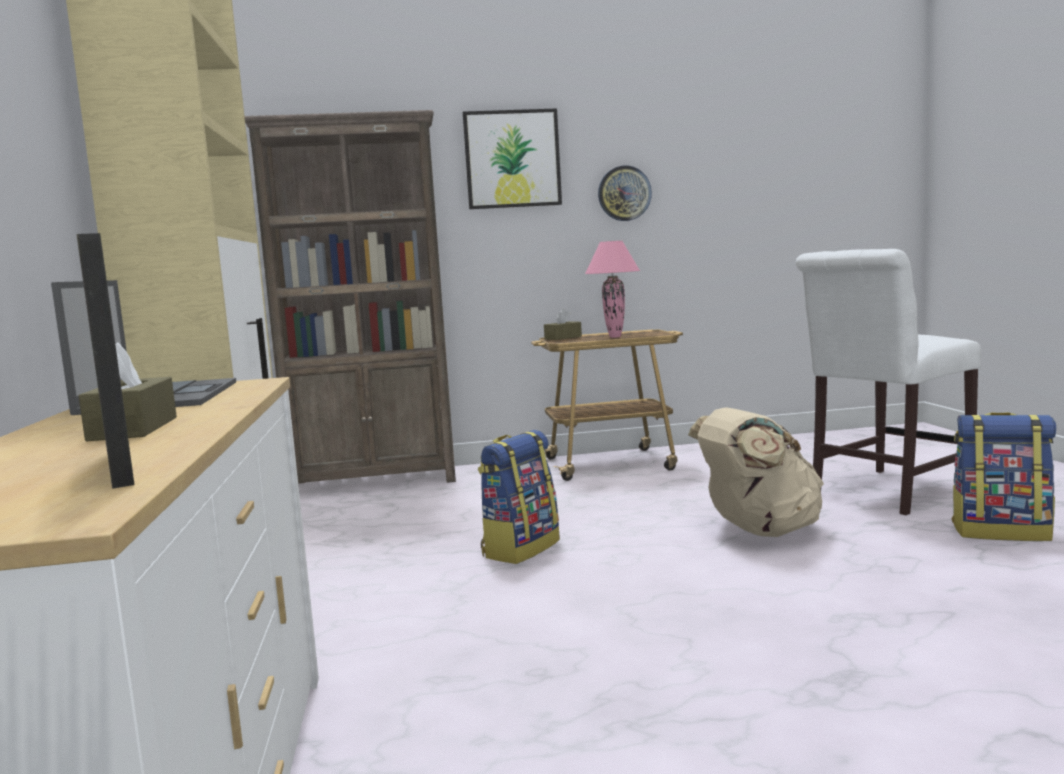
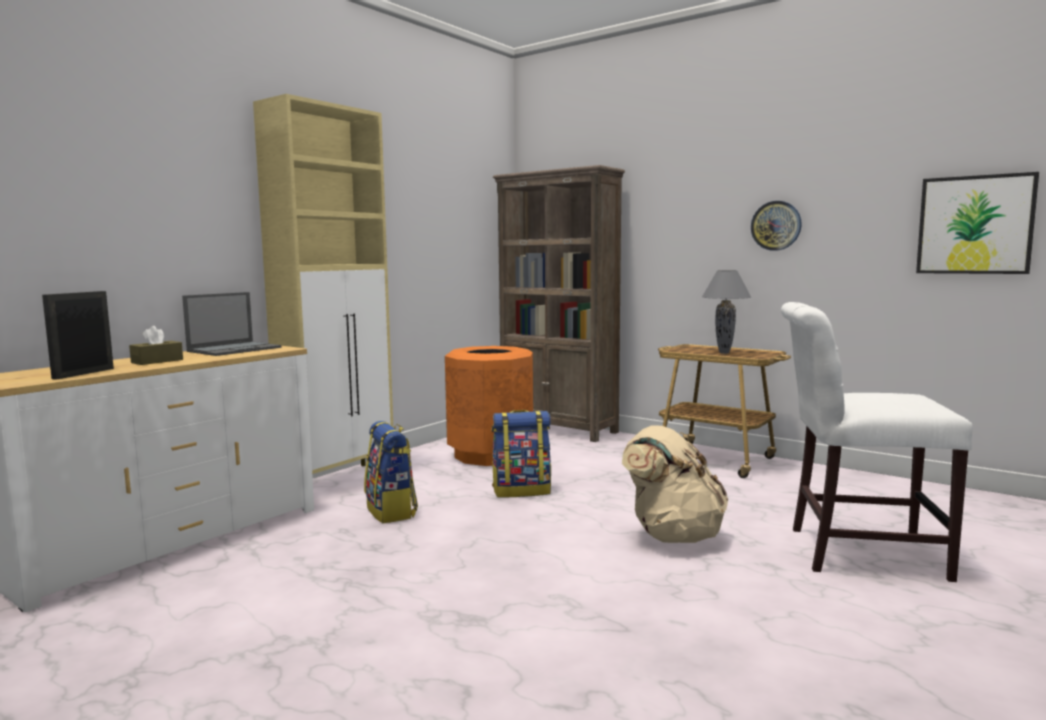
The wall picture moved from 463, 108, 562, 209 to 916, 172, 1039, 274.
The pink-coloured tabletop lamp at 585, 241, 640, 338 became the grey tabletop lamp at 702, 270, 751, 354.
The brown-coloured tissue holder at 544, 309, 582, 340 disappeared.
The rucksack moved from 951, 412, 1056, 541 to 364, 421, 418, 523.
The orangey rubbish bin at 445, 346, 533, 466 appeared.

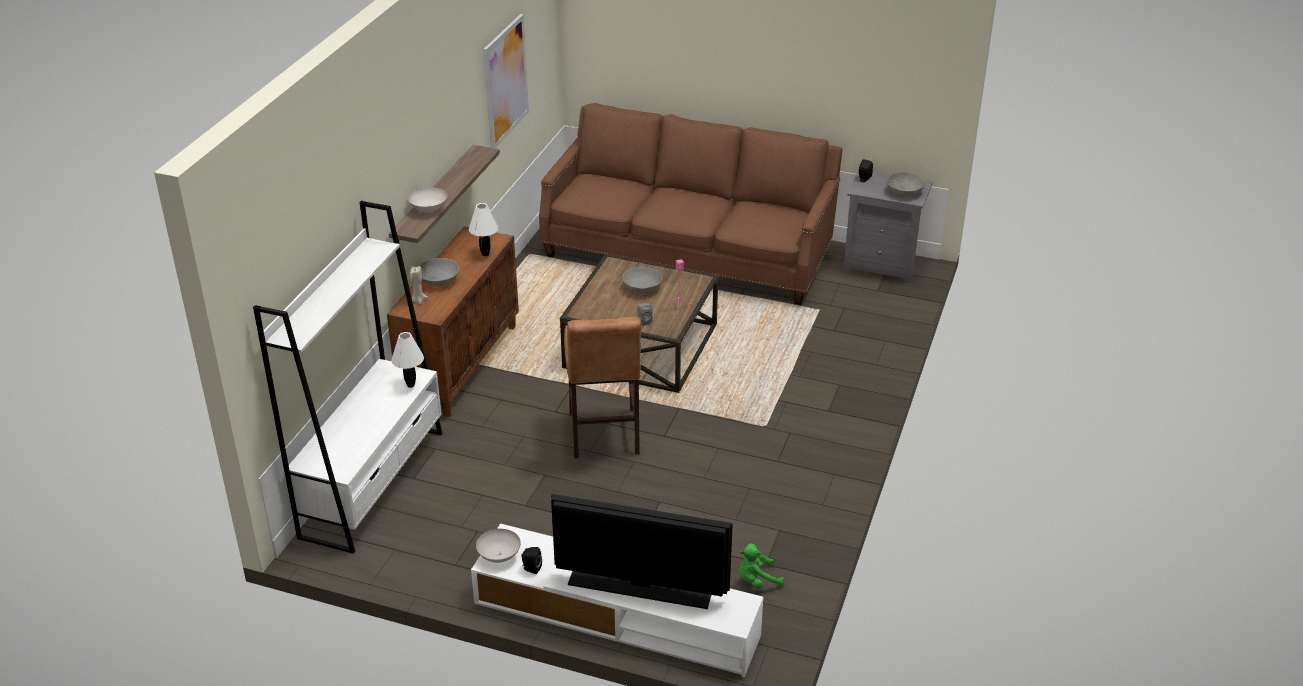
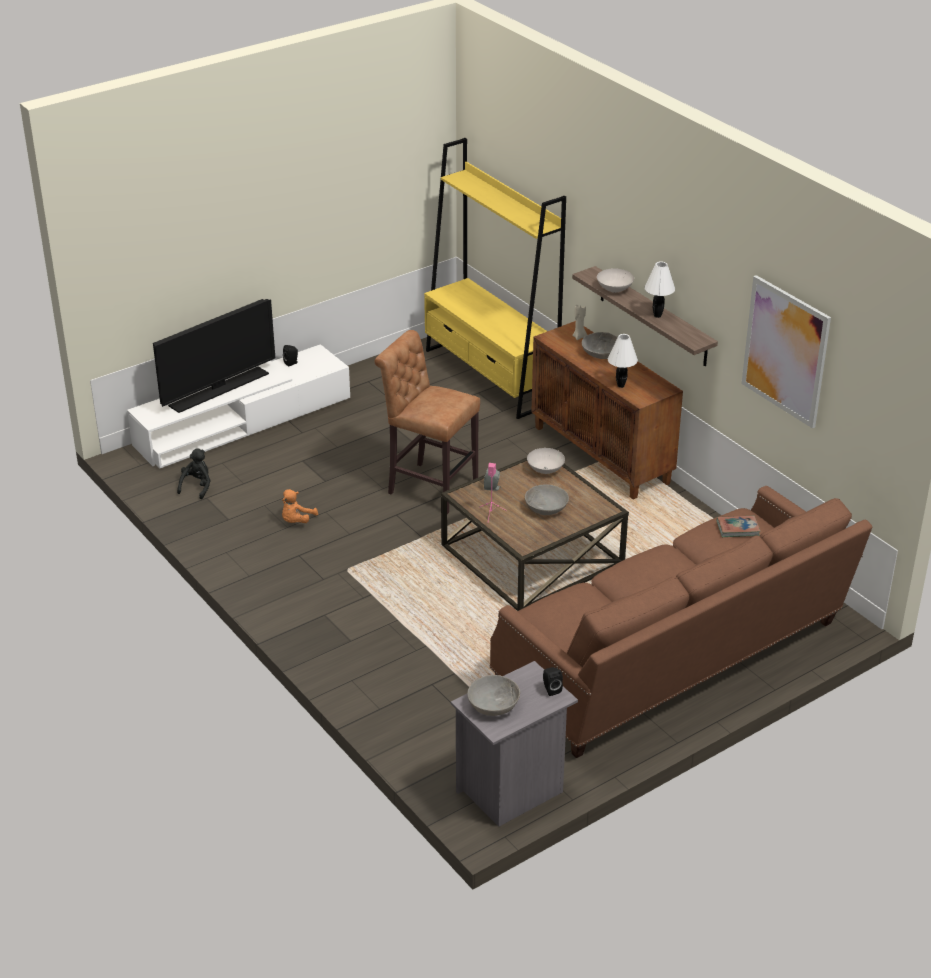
The white bookshelf at 253, 201, 442, 554 became the yellow bookshelf at 424, 138, 566, 419.
The white tabletop lamp moved from 391, 332, 424, 388 to 644, 261, 675, 318.
The white serving bowl moved from 476, 529, 521, 563 to 527, 448, 565, 474.
The green plush toy at 739, 544, 785, 589 became the blackish plush toy at 177, 448, 210, 499.
The orangey plush toy at 282, 489, 318, 523 appeared.
The volume at 717, 515, 760, 537 appeared.

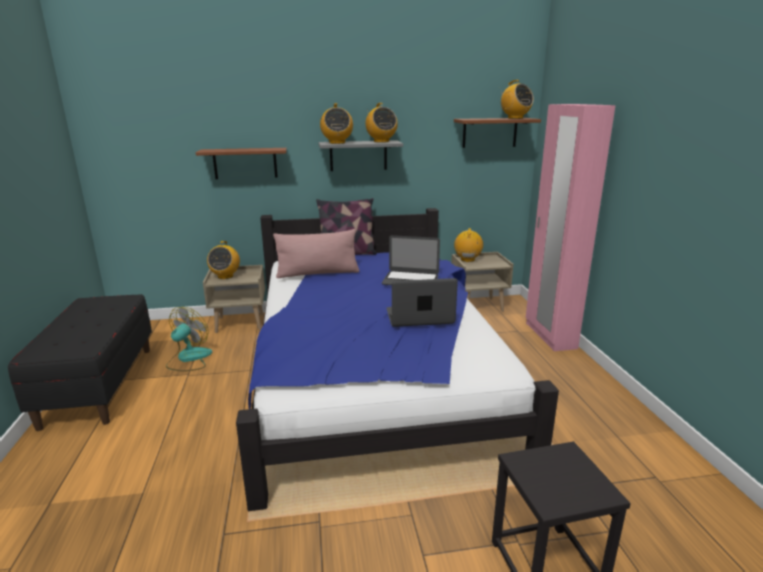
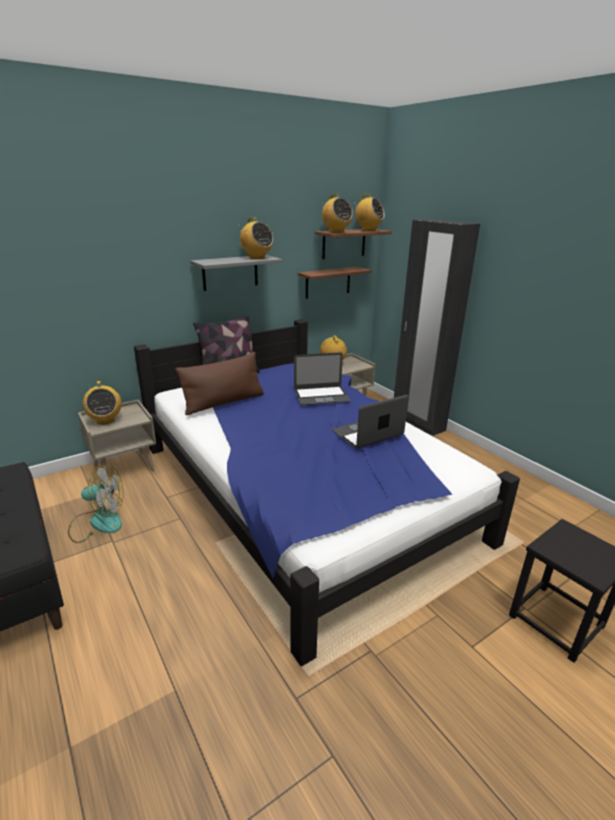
The radio set moved from 320, 103, 353, 144 to 322, 194, 353, 233.
The pink-coloured wardrobe at 526, 104, 616, 351 became the blackish wardrobe at 394, 219, 480, 436.
The brown-coloured shelf moved from 196, 148, 287, 179 to 298, 267, 372, 299.
The pink-coloured cushion at 273, 229, 359, 278 became the brown-coloured cushion at 176, 352, 264, 415.
The cooling fan at 166, 307, 212, 371 turned 90 degrees clockwise.

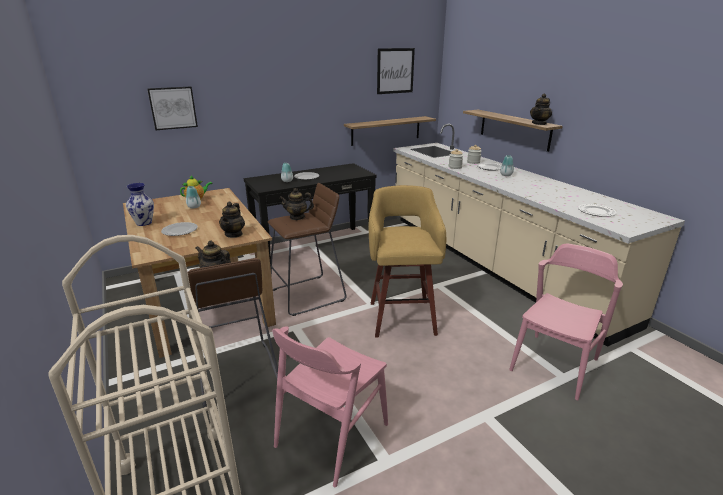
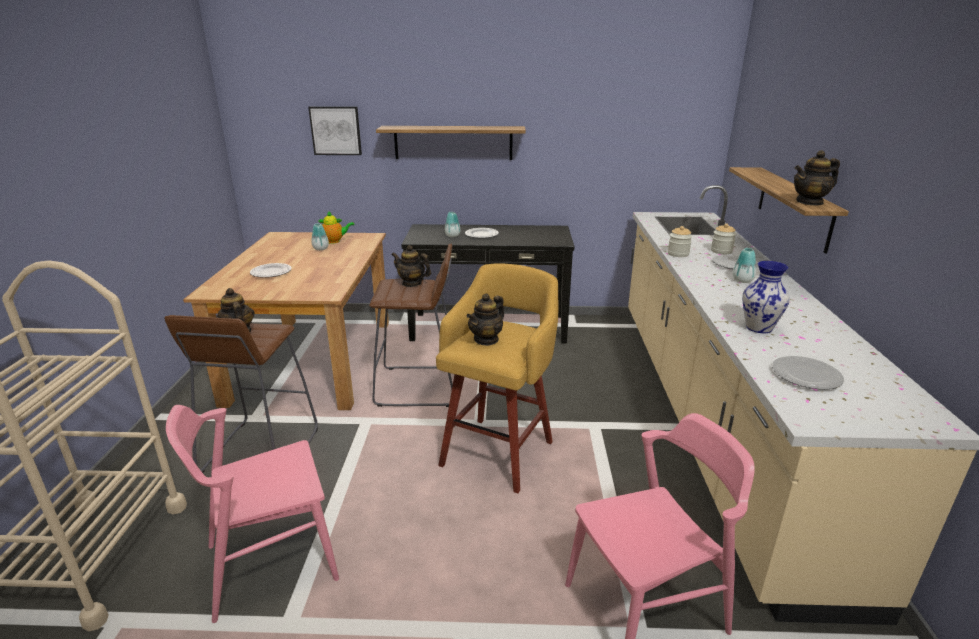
The wall picture at 377, 48, 415, 94 disappeared.
The shelf moved from 344, 116, 436, 146 to 376, 126, 526, 160.
The decorative vase moved from 126, 183, 154, 226 to 742, 261, 790, 333.
The tea pot moved from 219, 201, 245, 238 to 466, 293, 504, 346.

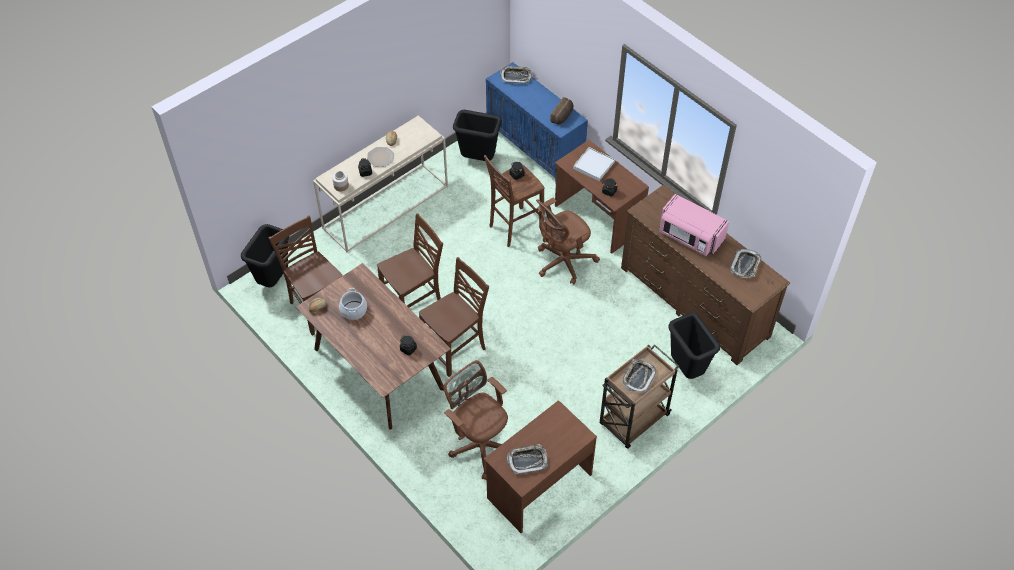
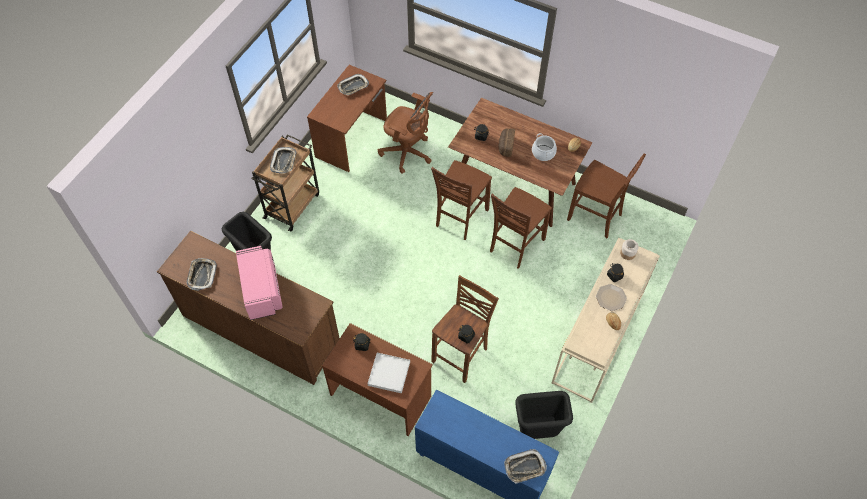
The baked bread moved from 550, 97, 573, 125 to 498, 128, 515, 157.
The pink-coloured microwave oven at 659, 194, 729, 256 turned 60 degrees clockwise.
The brown-coloured computer chair at 536, 198, 600, 285 disappeared.
The blackish rubbish bin at 241, 224, 289, 287 disappeared.

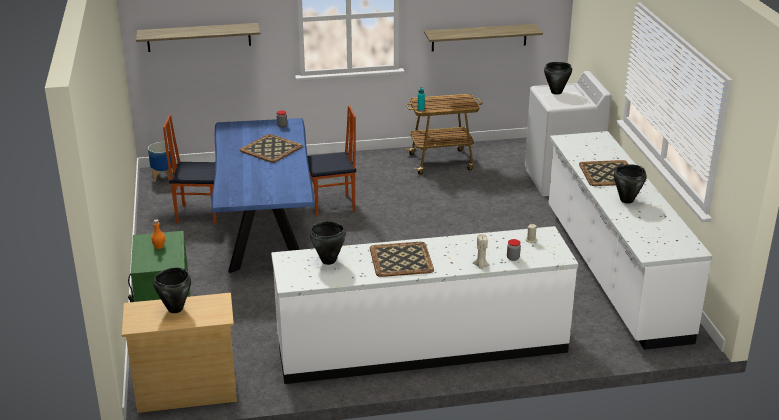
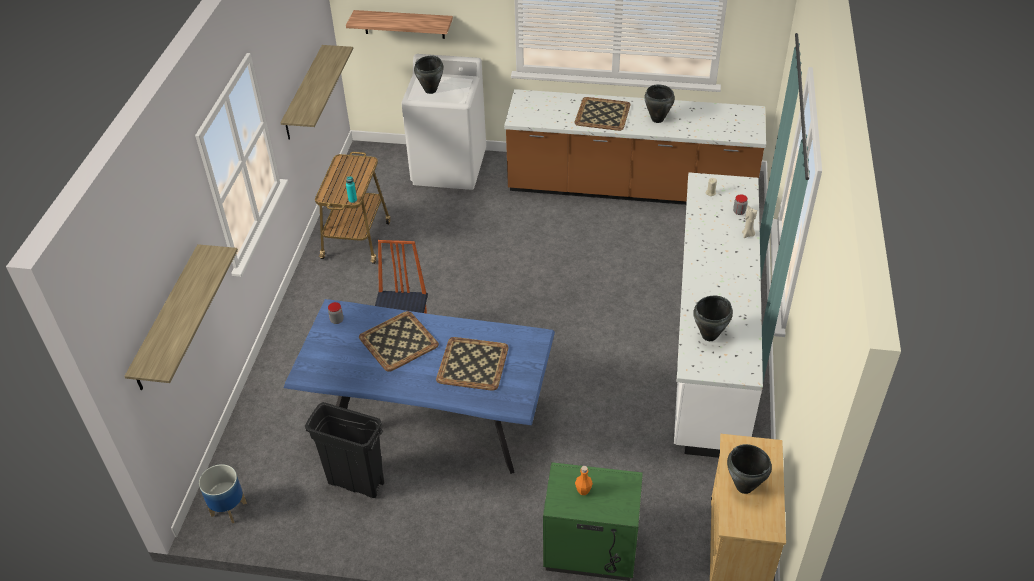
The plain chair at 163, 115, 217, 224 was replaced by the blackish rubbish bin at 305, 402, 384, 498.
The white kitchen base unit at 549, 131, 712, 350 became the brown-coloured kitchen base unit at 504, 89, 766, 205.
The carrying tray moved from 370, 242, 434, 277 to 436, 337, 509, 391.
The shelf at 346, 10, 453, 39 appeared.

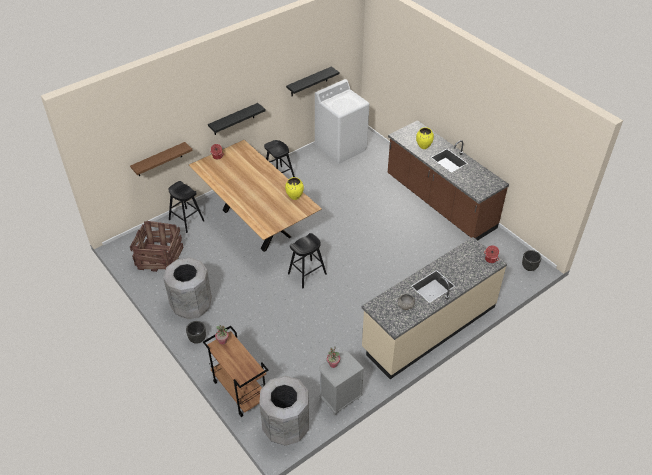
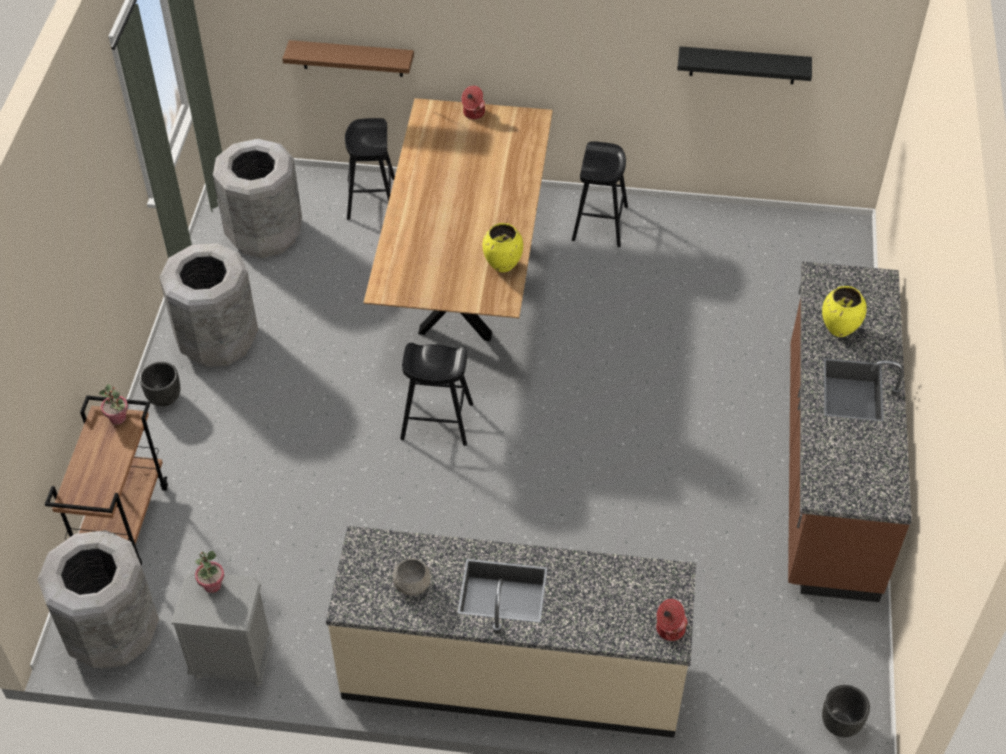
The white laundry machine at 315, 79, 369, 164 disappeared.
The blackish shelf at 208, 103, 266, 135 disappeared.
The packing crate at 130, 221, 183, 272 was replaced by the grey rubbish bin at 213, 139, 302, 258.

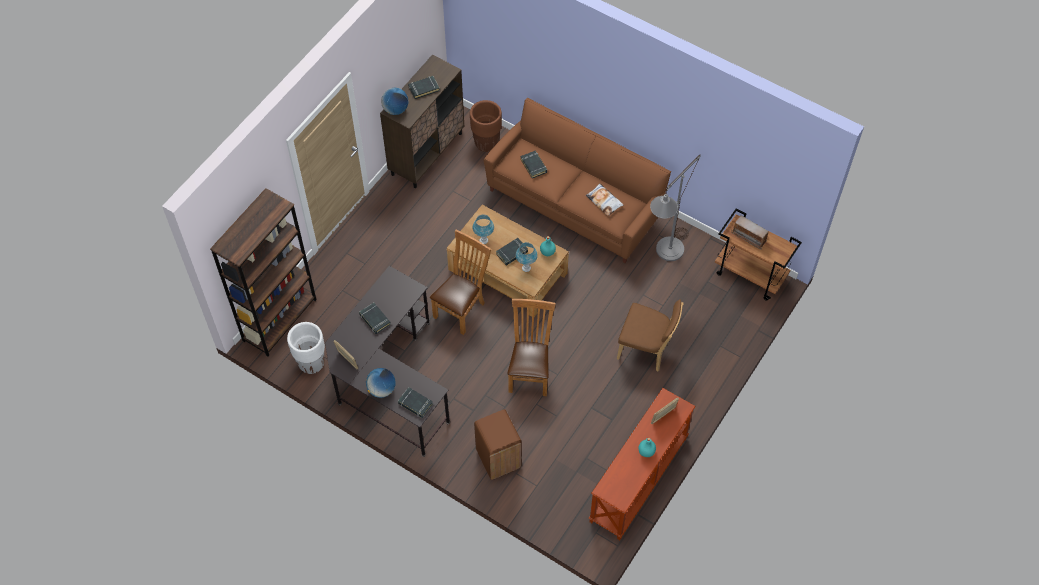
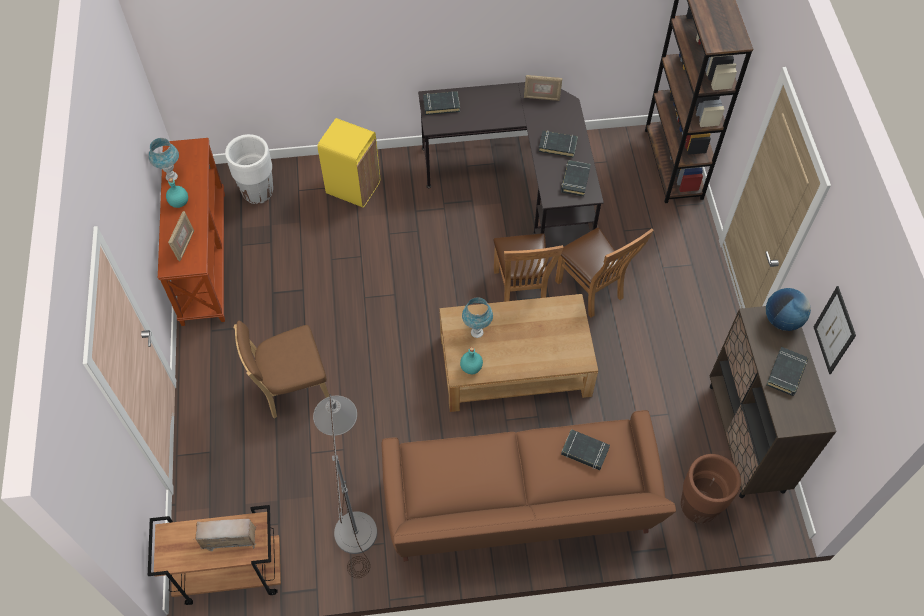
The cushion at 586, 183, 623, 216 disappeared.
The bluish tabletop lamp moved from 472, 214, 494, 244 to 149, 138, 179, 181.
The blackish volume moved from 496, 238, 528, 266 to 561, 160, 591, 197.
The brown-coloured plain chair moved from 507, 299, 555, 396 to 555, 228, 654, 317.
The white flower pot moved from 287, 322, 325, 374 to 225, 134, 273, 204.
The world globe at 366, 368, 396, 398 disappeared.
The brown-coloured rubbish bin at 474, 409, 521, 480 became the yellow rubbish bin at 318, 118, 380, 207.
The wall picture at 814, 286, 856, 374 appeared.

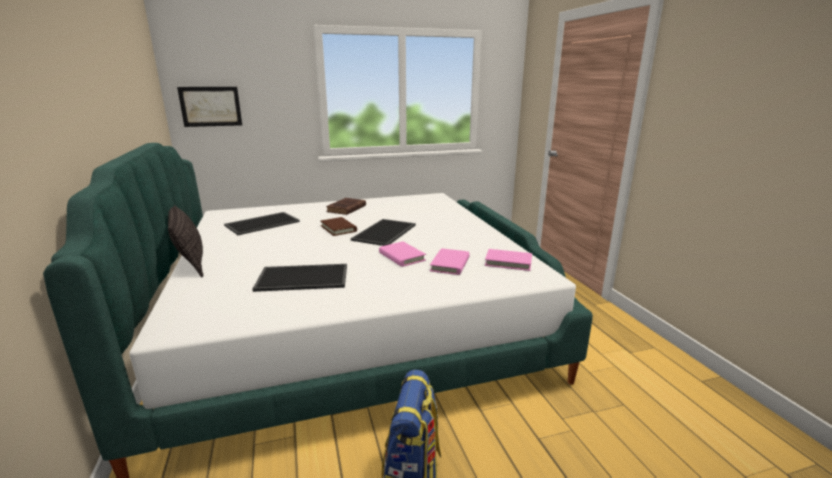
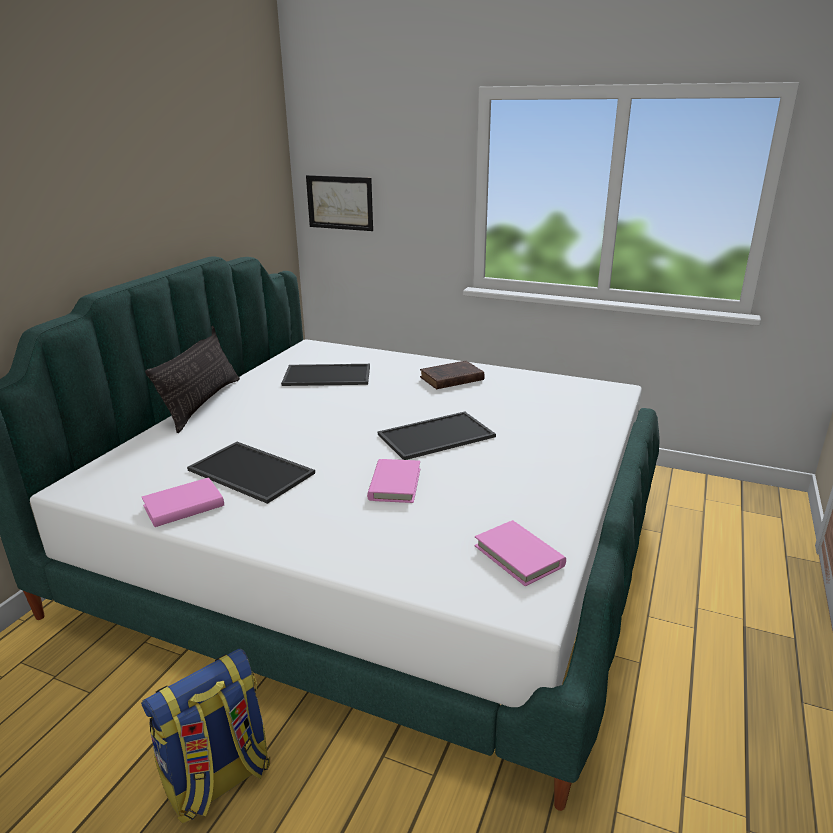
The brown-coloured volume at 320, 217, 357, 236 disappeared.
The pink-coloured volume moved from 430, 248, 470, 275 to 142, 477, 224, 527.

